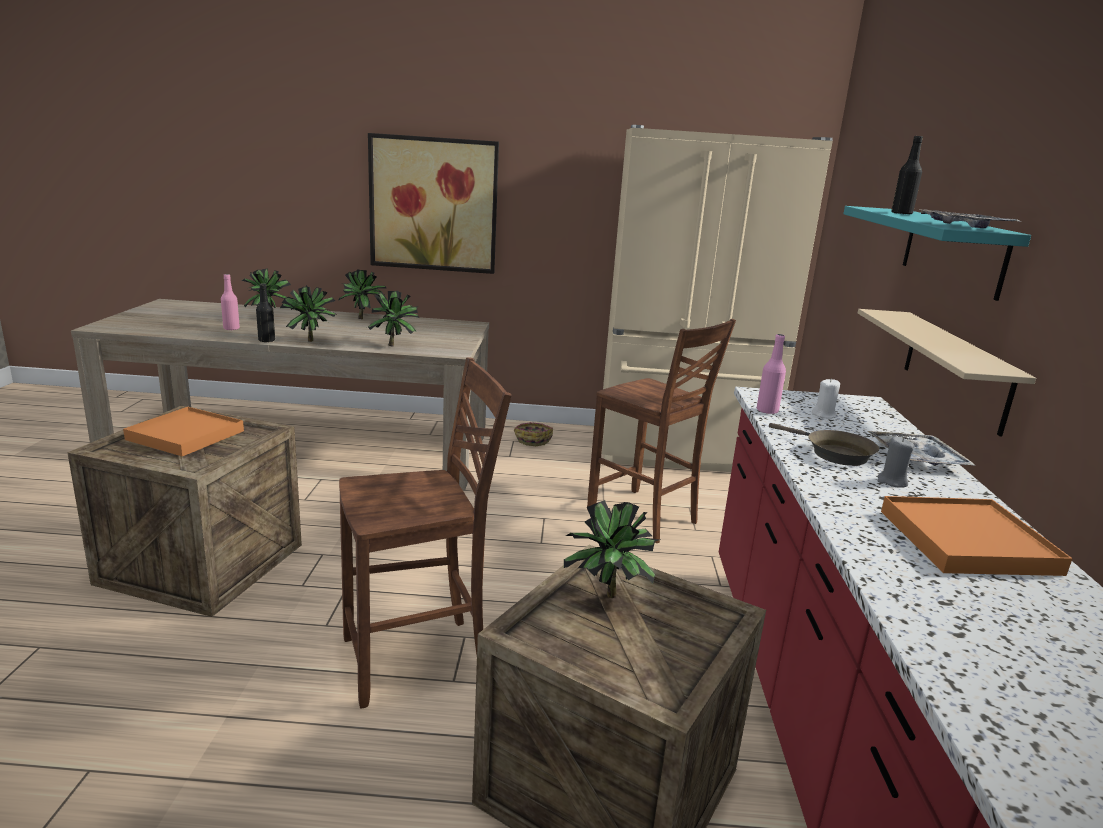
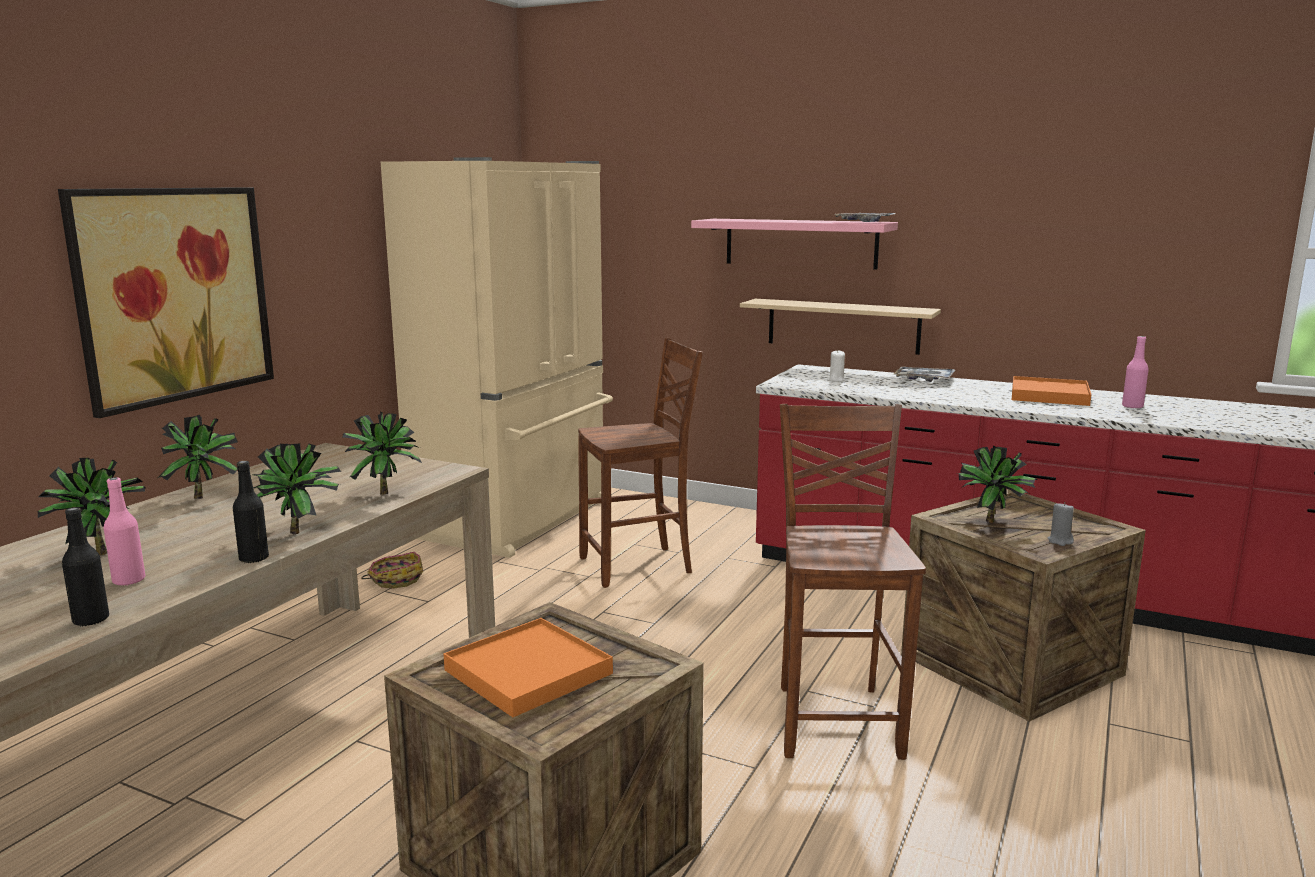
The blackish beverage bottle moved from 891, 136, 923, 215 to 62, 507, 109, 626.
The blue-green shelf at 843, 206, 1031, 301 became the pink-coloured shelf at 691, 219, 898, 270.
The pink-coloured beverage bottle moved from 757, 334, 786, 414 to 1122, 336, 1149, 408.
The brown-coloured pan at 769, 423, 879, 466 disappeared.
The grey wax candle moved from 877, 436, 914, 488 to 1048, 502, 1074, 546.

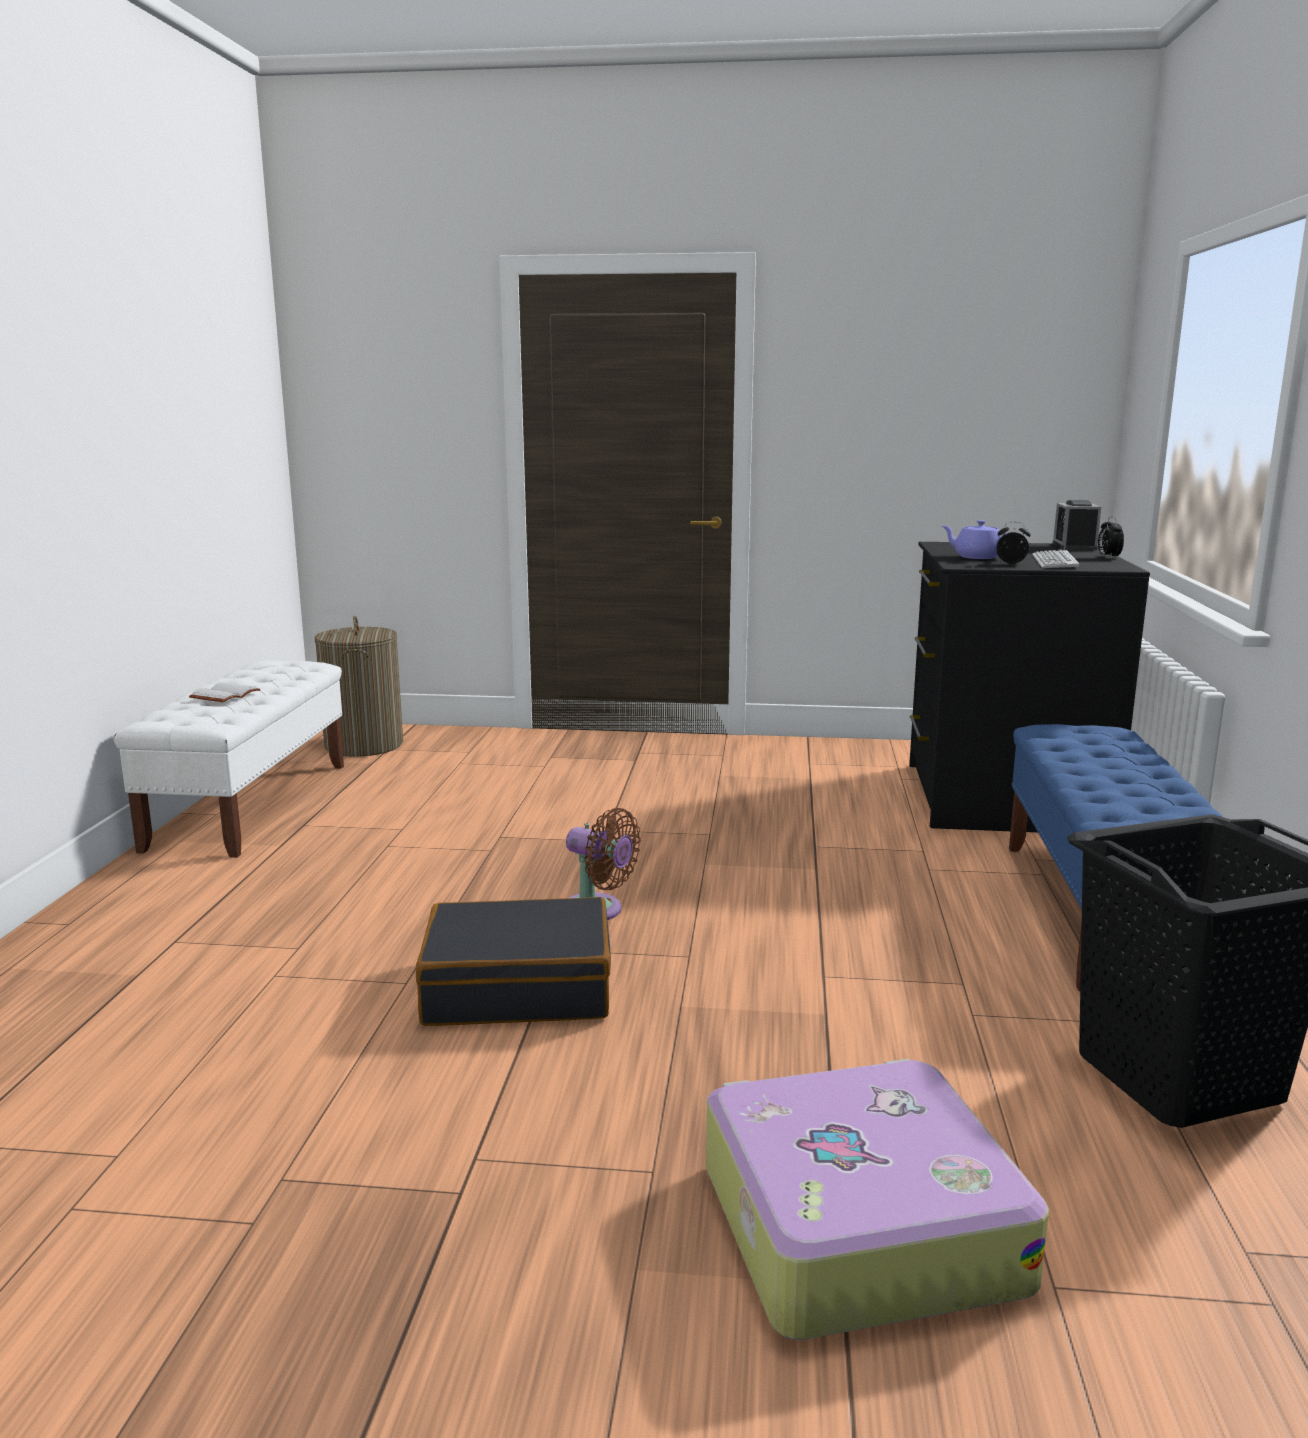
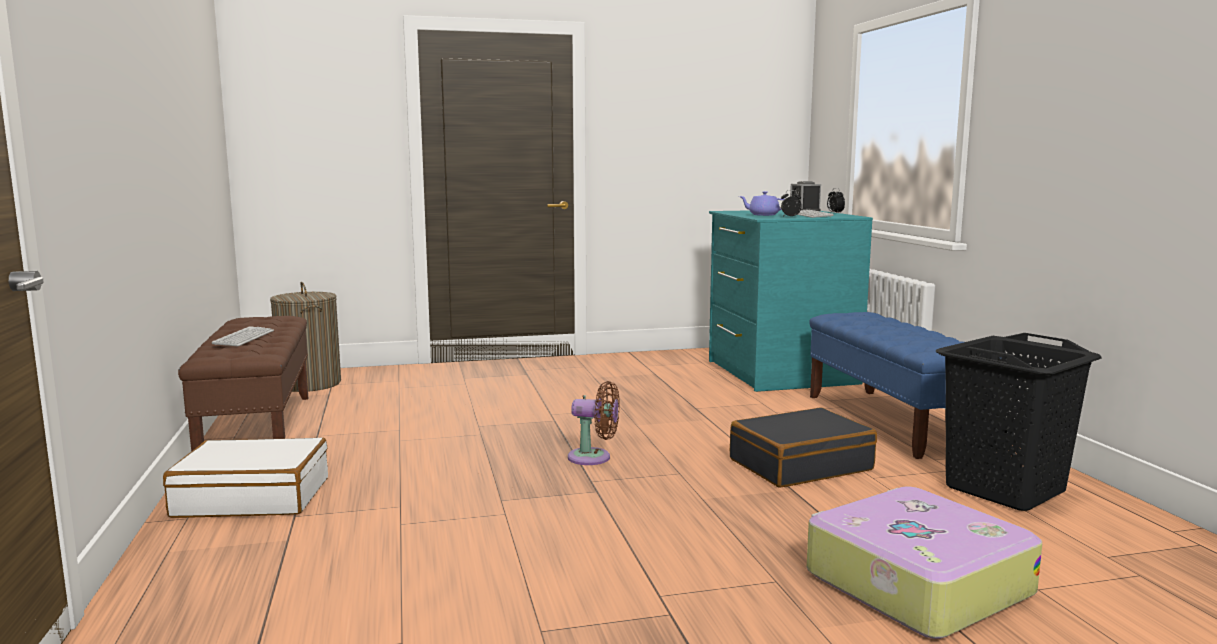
The blackish drawer chest at 909, 542, 1150, 832 became the blue-green drawer chest at 709, 210, 873, 392.
The white long seat at 114, 661, 344, 858 became the brown-coloured long seat at 178, 316, 308, 451.
The white volume at 189, 682, 260, 702 was replaced by the keyboard at 212, 326, 274, 346.
The blackish piece of luggage moved from 416, 897, 611, 1026 to 730, 407, 877, 488.
The white piece of luggage at 163, 437, 328, 518 appeared.

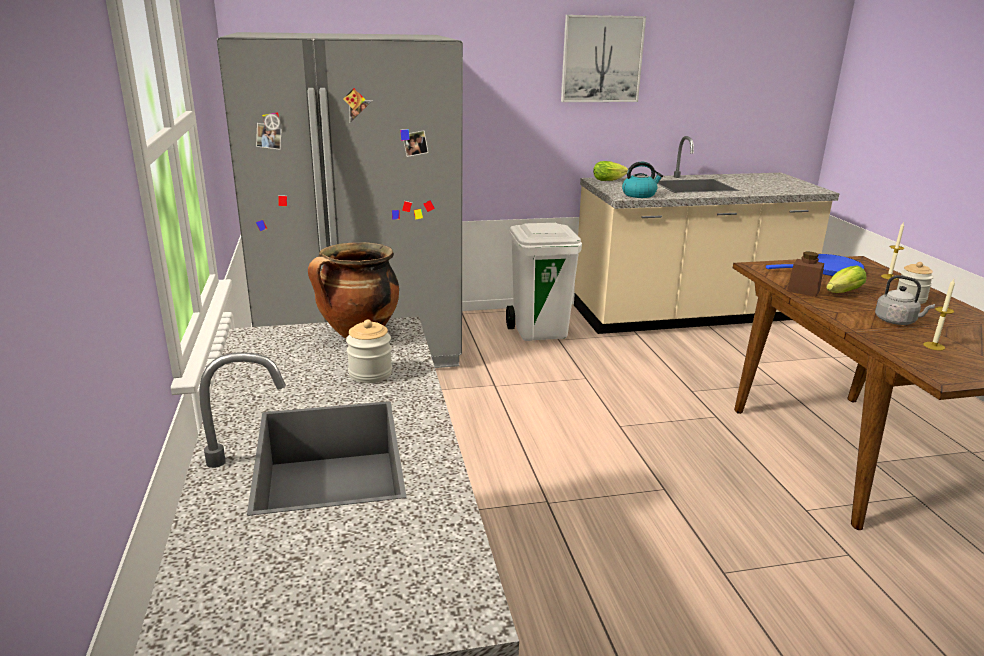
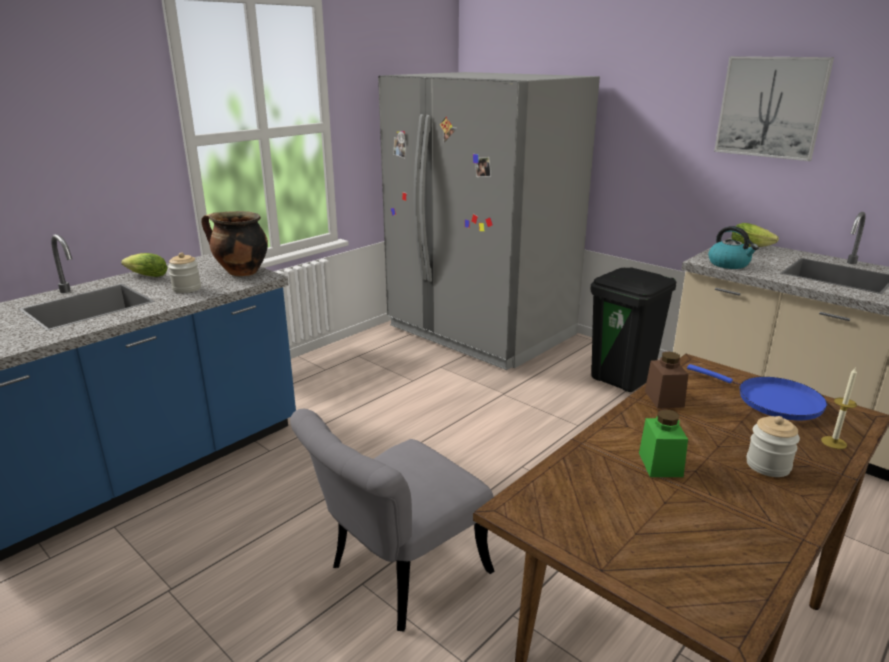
The white rubbish bin at 506, 223, 582, 341 became the blackish rubbish bin at 591, 267, 676, 392.
The head of lettuce moved from 826, 265, 867, 293 to 121, 253, 168, 277.
The grey tea kettle at 875, 275, 935, 325 was replaced by the green preserve jar at 639, 409, 688, 477.
The wax candle at 923, 279, 955, 350 disappeared.
The grey plain chair at 290, 409, 494, 631 appeared.

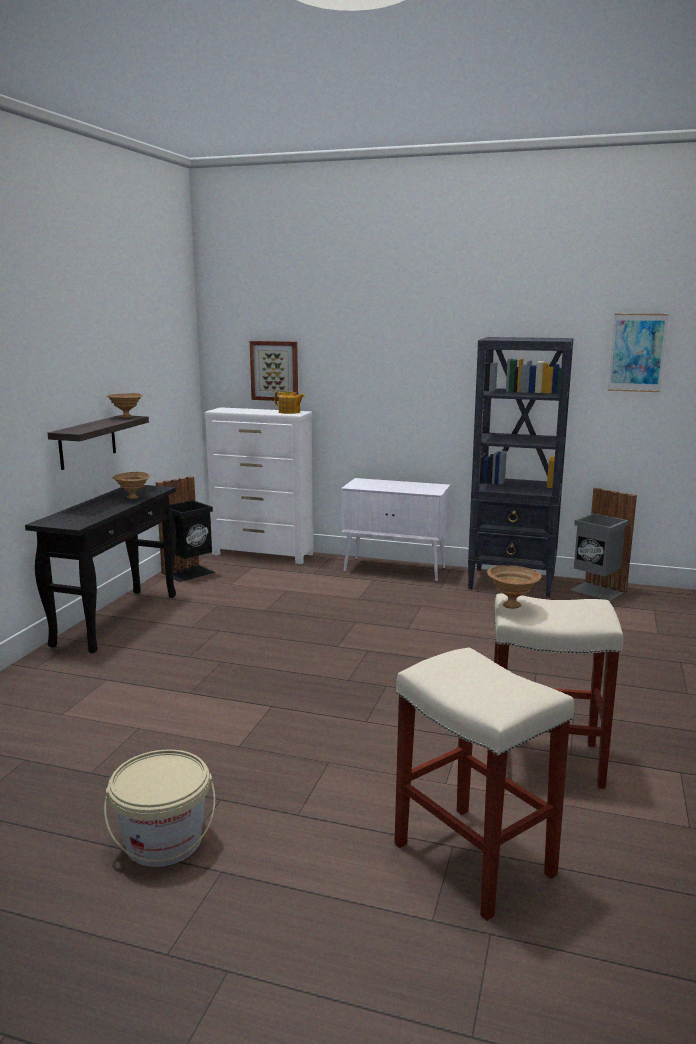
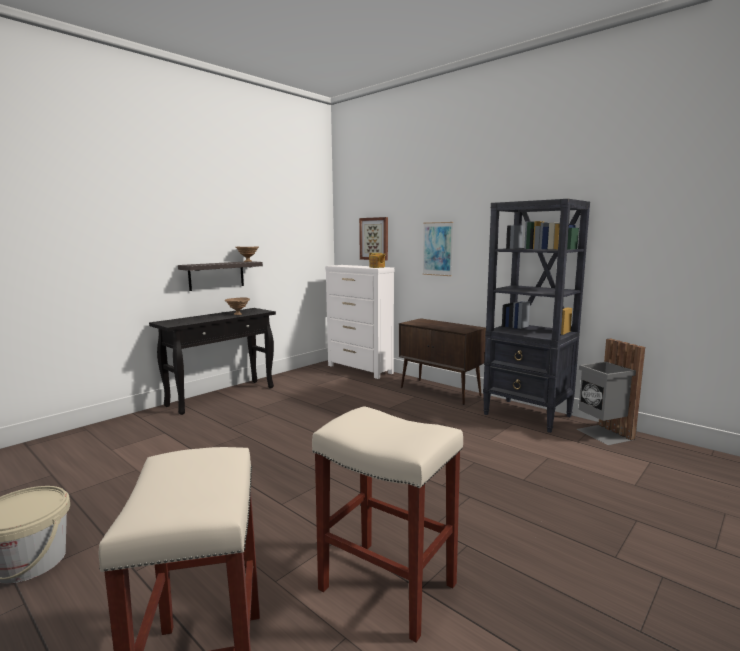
The wall picture moved from 608, 314, 668, 392 to 423, 222, 453, 276.
The blackish rubbish bin at 156, 476, 215, 582 disappeared.
The white cabinet at 341, 478, 450, 582 became the brown-coloured cabinet at 399, 318, 486, 405.
The brown-coloured serving bowl at 487, 565, 542, 609 disappeared.

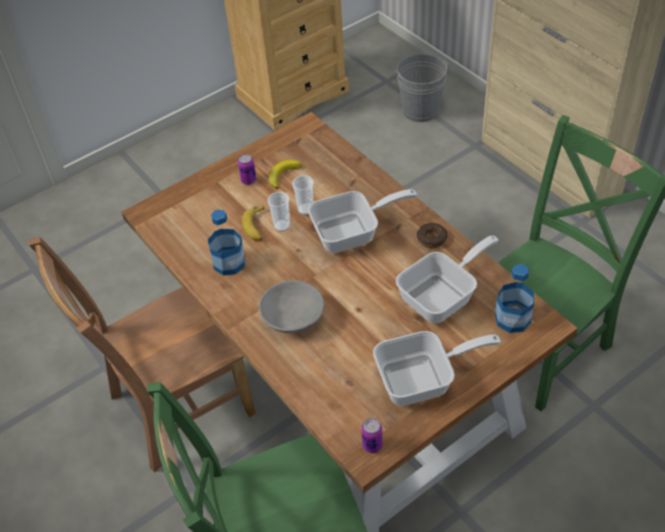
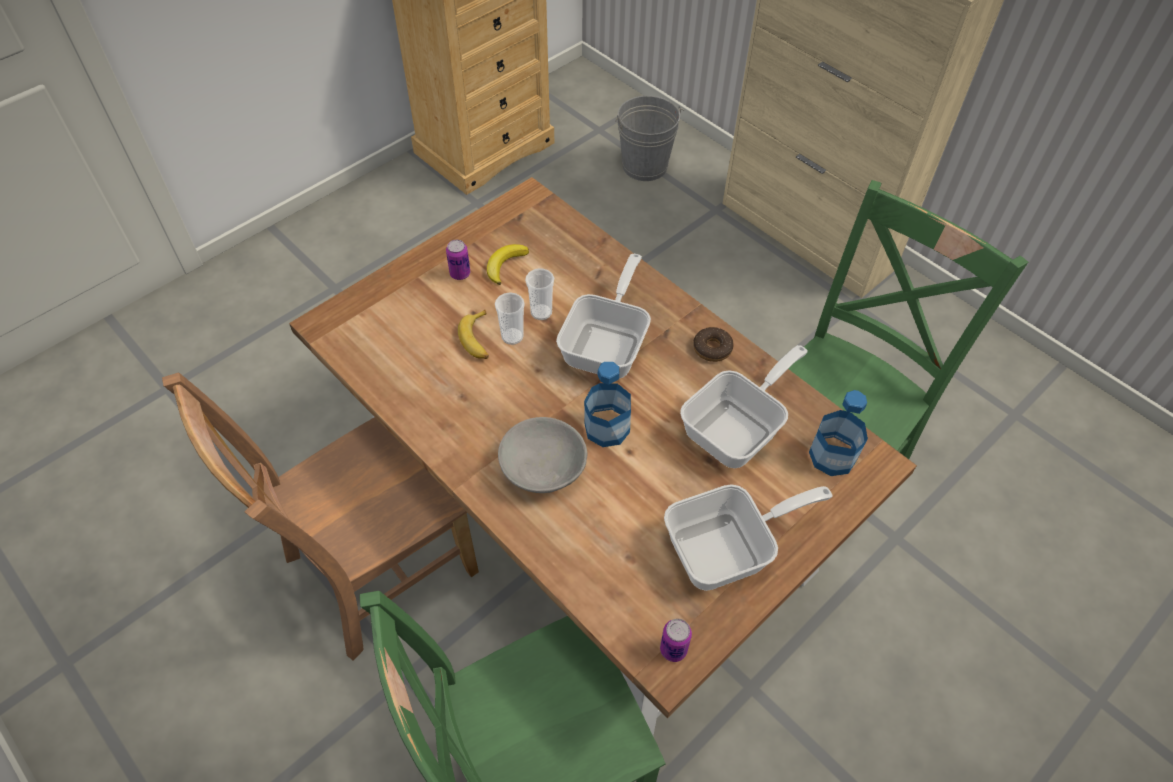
The pan at 308, 189, 417, 253 turned 45 degrees counterclockwise.
The beverage bottle moved from 208, 210, 245, 275 to 584, 362, 631, 447.

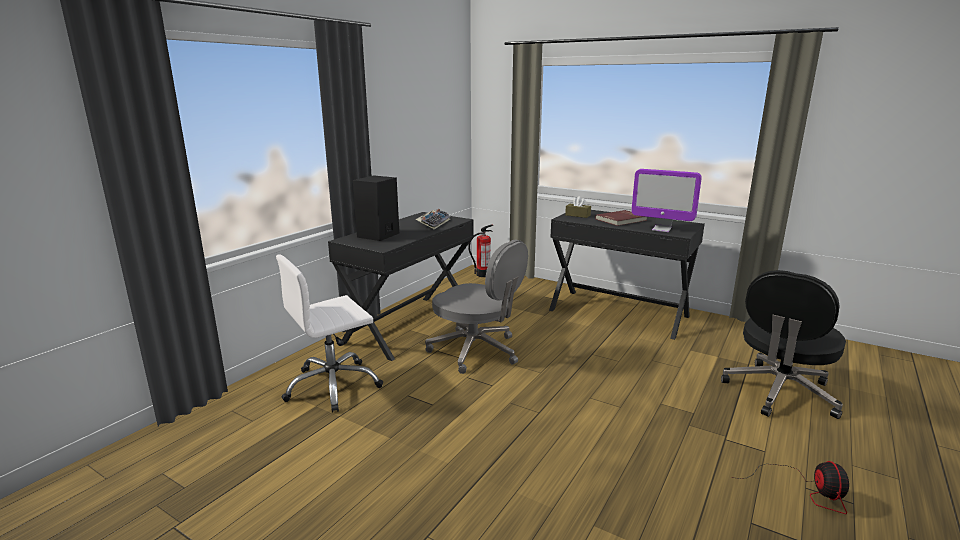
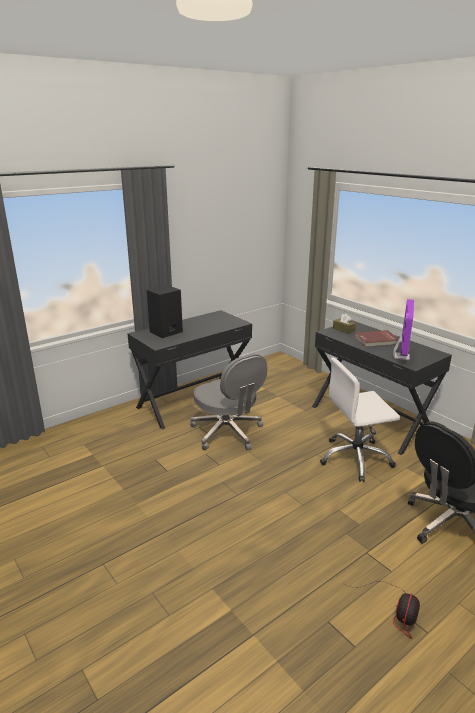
The computer screen at 631, 169, 702, 232 turned 120 degrees counterclockwise.
The keyboard at 415, 209, 450, 229 disappeared.
The fire-fighting cylinder at 468, 225, 493, 277 disappeared.
The white computer chair moved from 276, 255, 383, 413 to 320, 357, 400, 482.

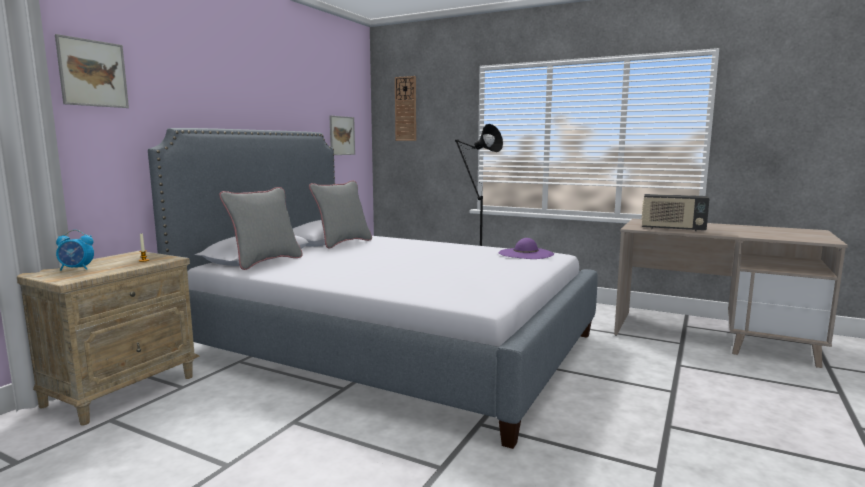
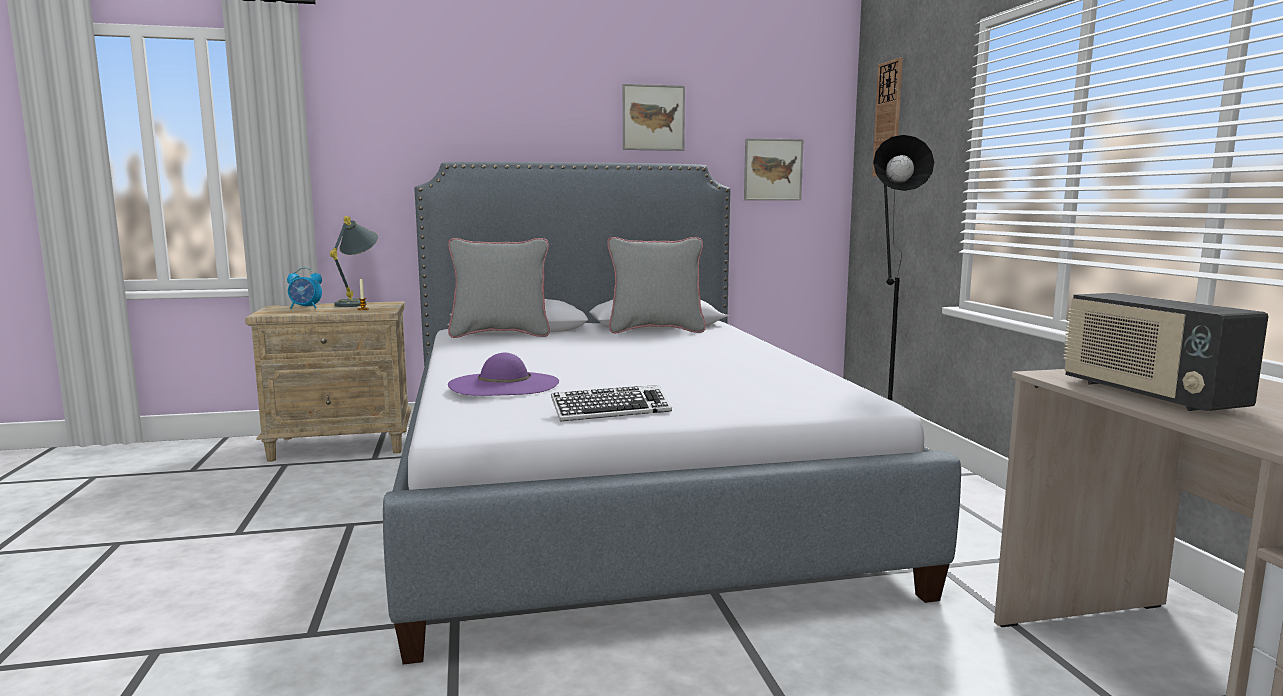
The wall picture moved from 55, 34, 129, 108 to 623, 84, 685, 151.
The alarm clock at 56, 230, 94, 271 turned 45 degrees counterclockwise.
The purple hat moved from 499, 238, 554, 259 to 448, 353, 559, 396.
The grey tabletop lamp at 329, 216, 378, 307 appeared.
The keyboard at 551, 385, 672, 422 appeared.

